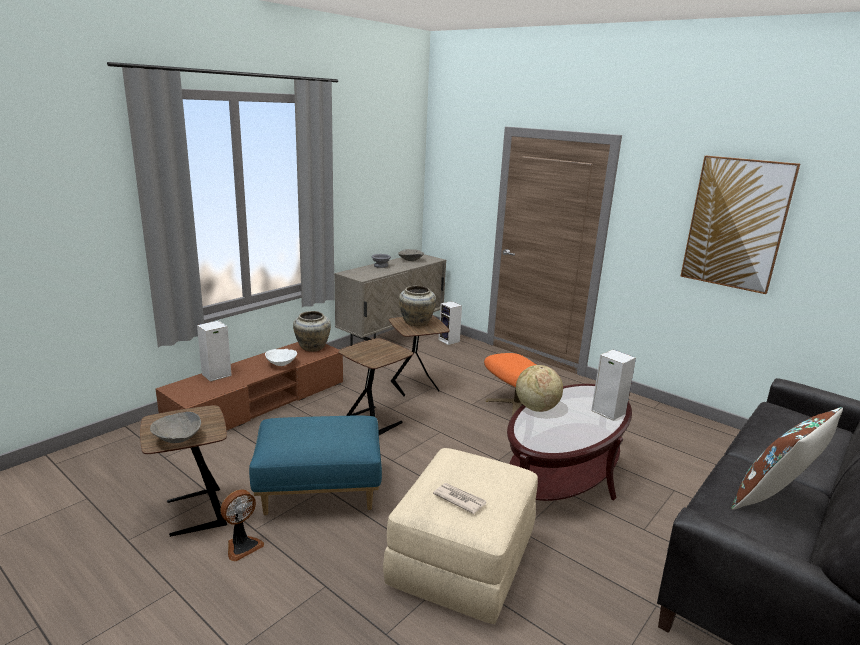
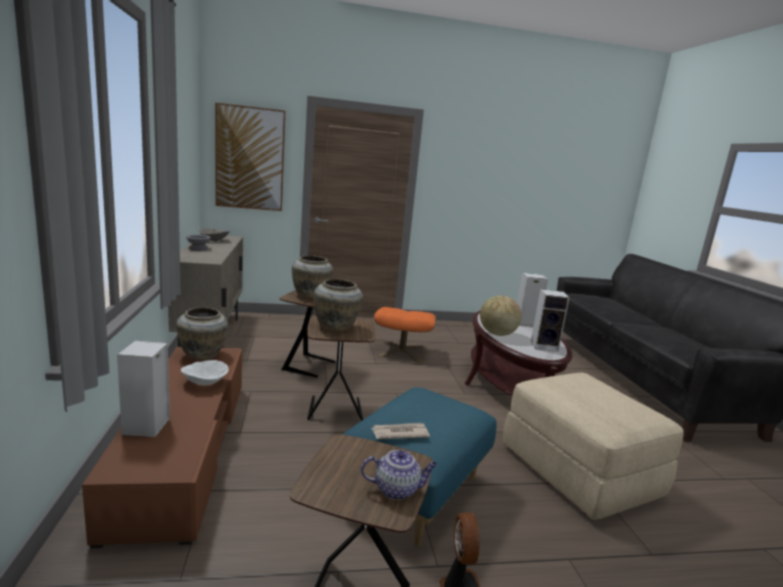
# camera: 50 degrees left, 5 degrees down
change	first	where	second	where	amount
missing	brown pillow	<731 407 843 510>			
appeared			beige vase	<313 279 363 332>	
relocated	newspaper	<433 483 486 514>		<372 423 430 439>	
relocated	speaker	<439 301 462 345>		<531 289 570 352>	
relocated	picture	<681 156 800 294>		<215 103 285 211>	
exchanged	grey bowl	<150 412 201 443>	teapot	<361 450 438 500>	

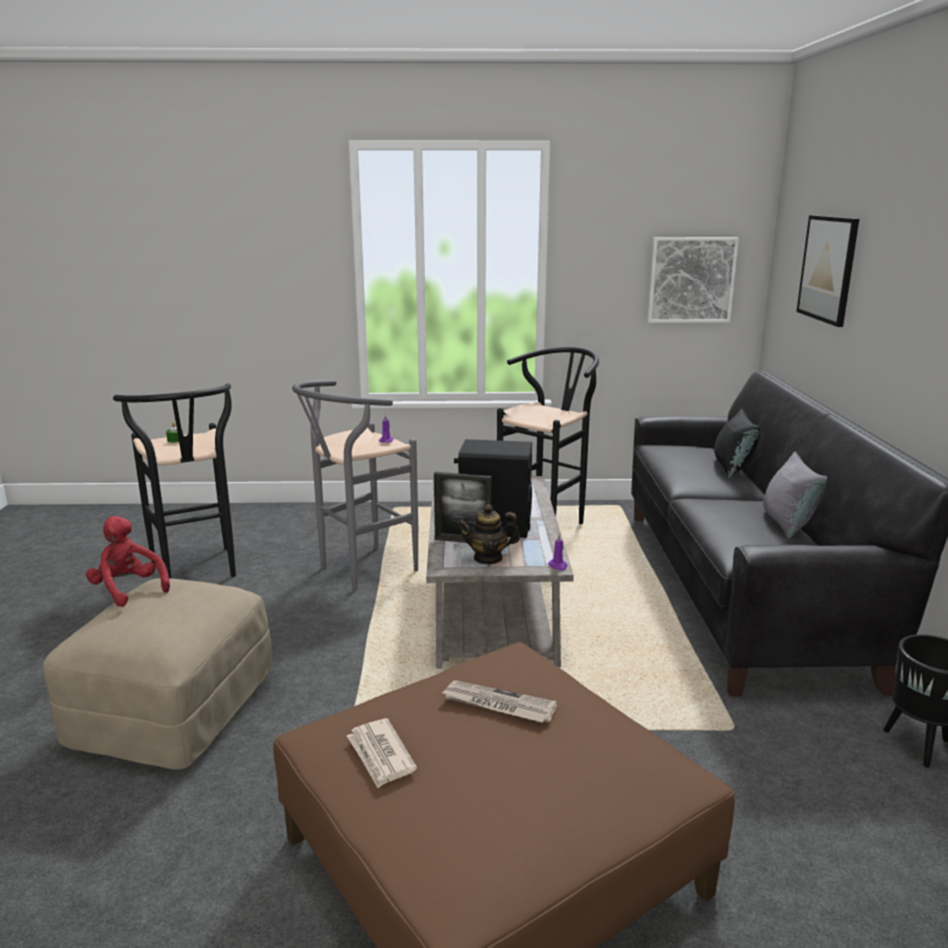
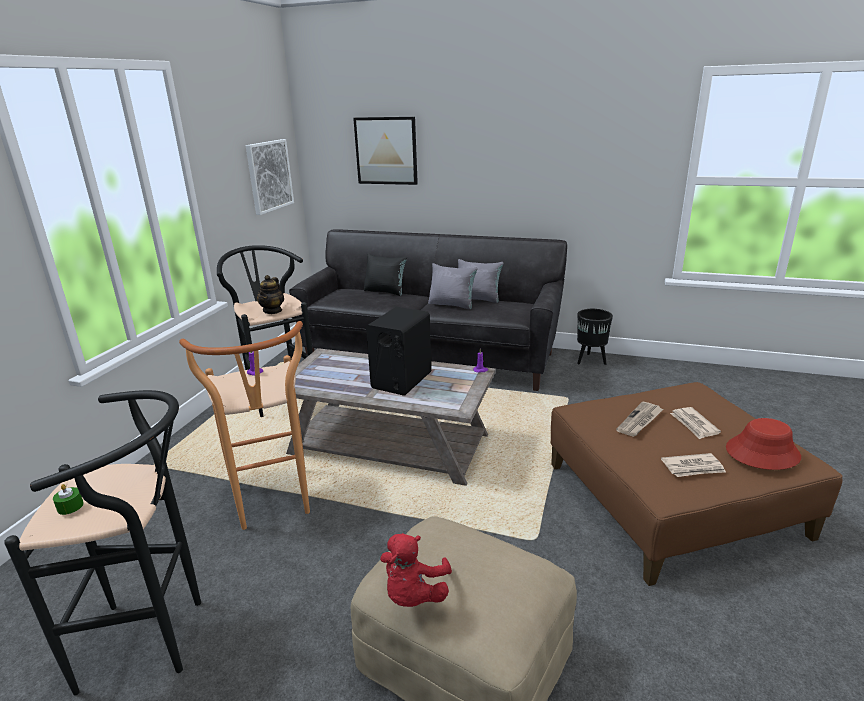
# camera: 70 degrees left, 5 degrees up
change	first	where	second	where	amount
missing	picture frame	<434 472 492 543>			
appeared			grey pillow	<428 263 478 309>	
appeared			newspaper	<670 407 721 439>	
appeared			red hat	<726 418 801 470>	
relocated	teapot	<457 504 520 564>		<257 275 284 314>	
colour	grey stool	<292 380 418 590>	brown stool	<179 321 310 530>	
spun	red plush toy	<86 516 170 607>		<380 533 452 607>	45 degrees counterclockwise

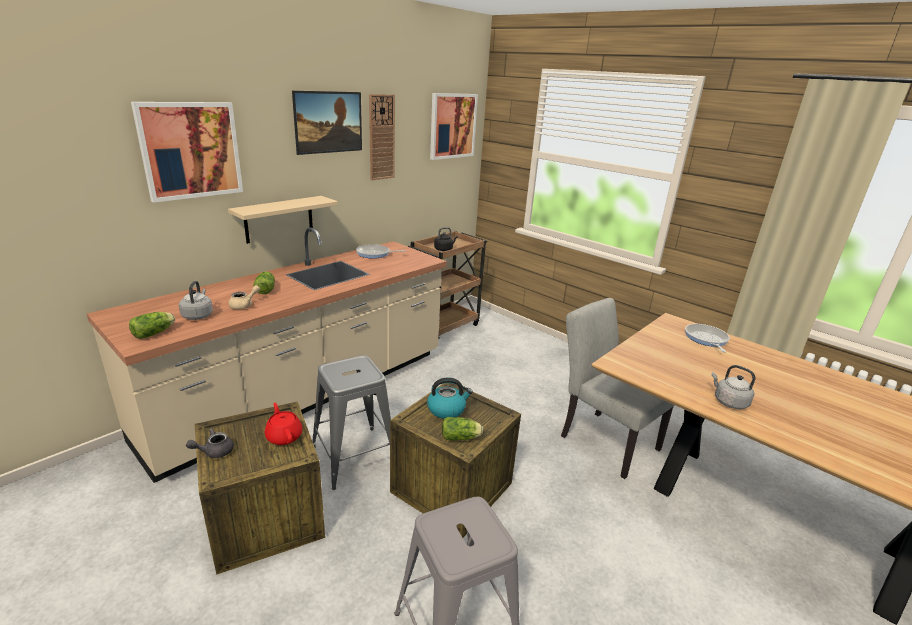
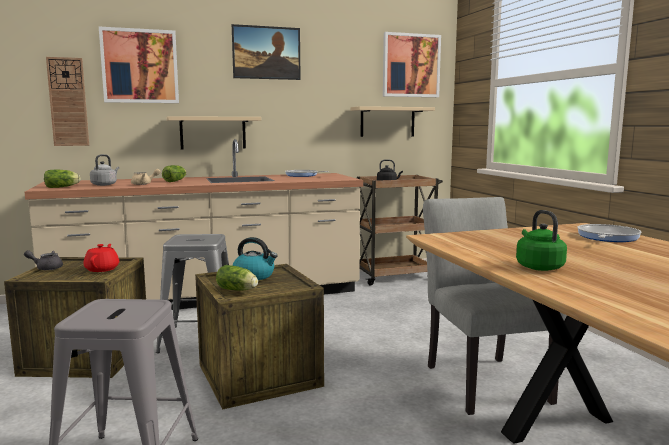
# camera: 30 degrees right, 15 degrees down
change	first	where	second	where	amount
appeared			beige shelf	<351 106 435 137>	
relocated	wall clock	<369 94 395 180>		<46 57 89 146>	
colour	grey kettle	<711 365 756 409>	green kettle	<516 210 567 271>	

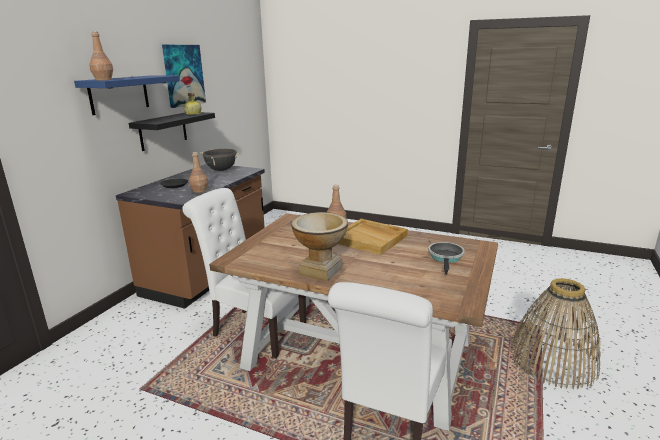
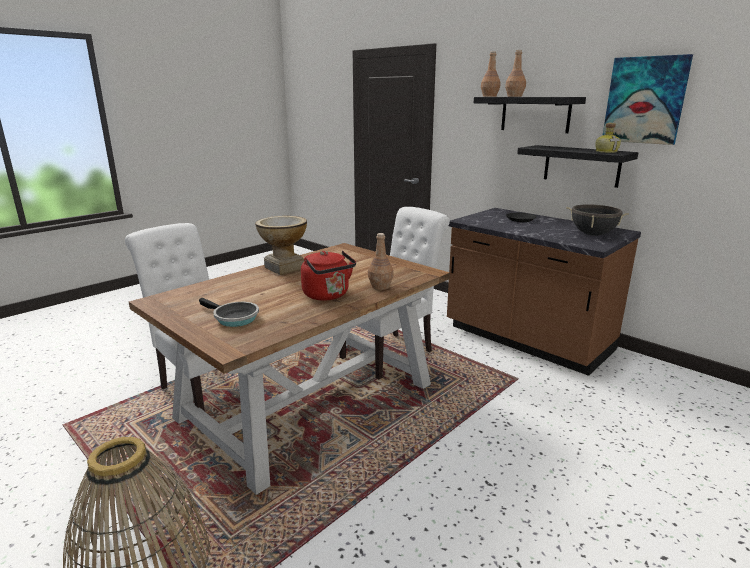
# camera: 110 degrees right, 0 degrees up
change	first	where	second	where	amount
relocated	brown bottle	<189 152 208 193>		<505 50 526 97>	
exchanged	beige tray	<338 219 408 255>	red kettle	<301 251 356 300>	
colour	blue shelf	<74 75 180 115>	black shelf	<474 97 586 133>	

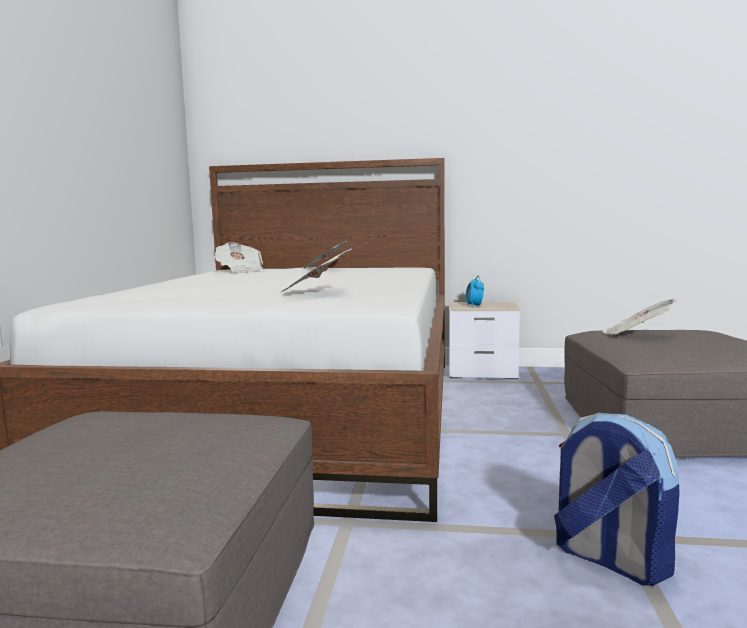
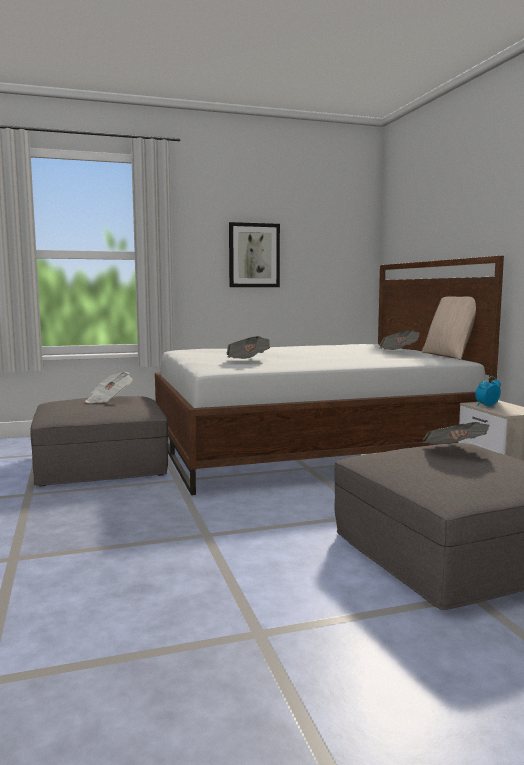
# camera: 65 degrees right, 0 degrees up
change	first	where	second	where	amount
missing	backpack	<554 413 680 586>			
appeared			picture	<229 222 280 287>	
appeared			beige pillow	<422 297 476 360>	
relocated	newspaper	<214 242 263 273>		<85 372 133 403>	

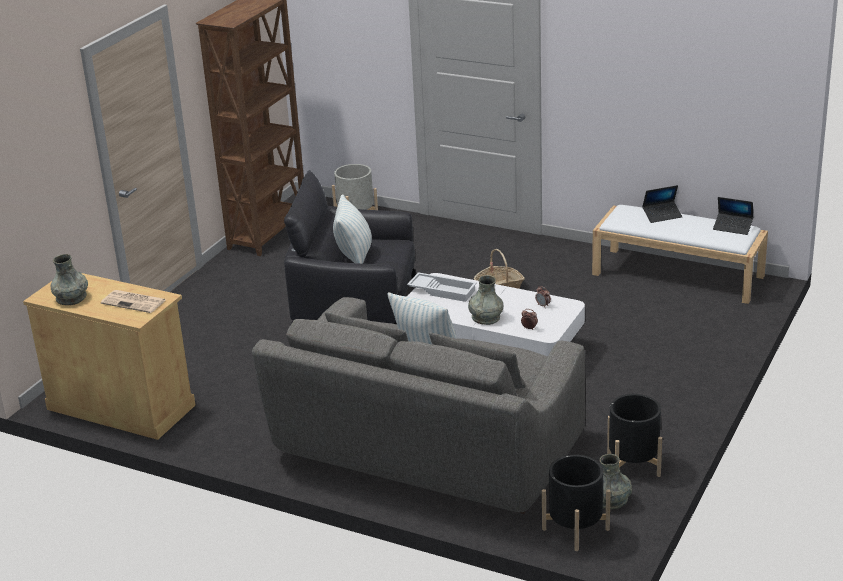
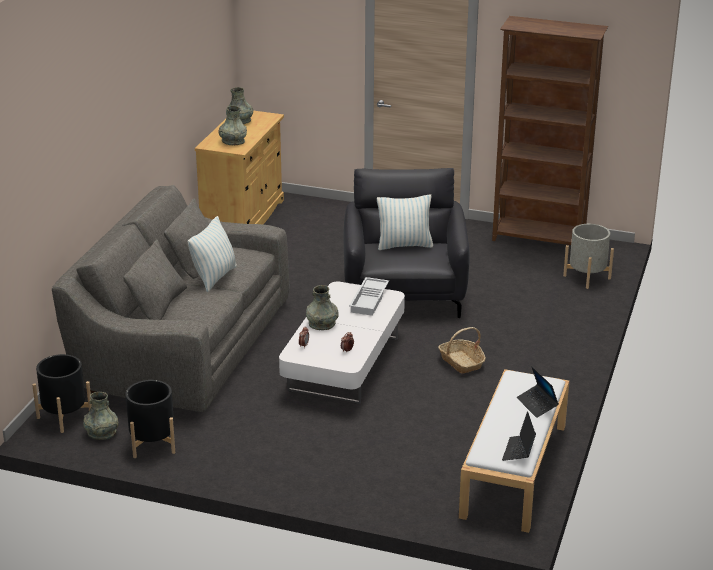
# camera: 80 degrees right, 0 degrees up
change	first	where	second	where	amount
exchanged	newspaper	<101 290 166 313>	grey vase	<218 106 247 145>	

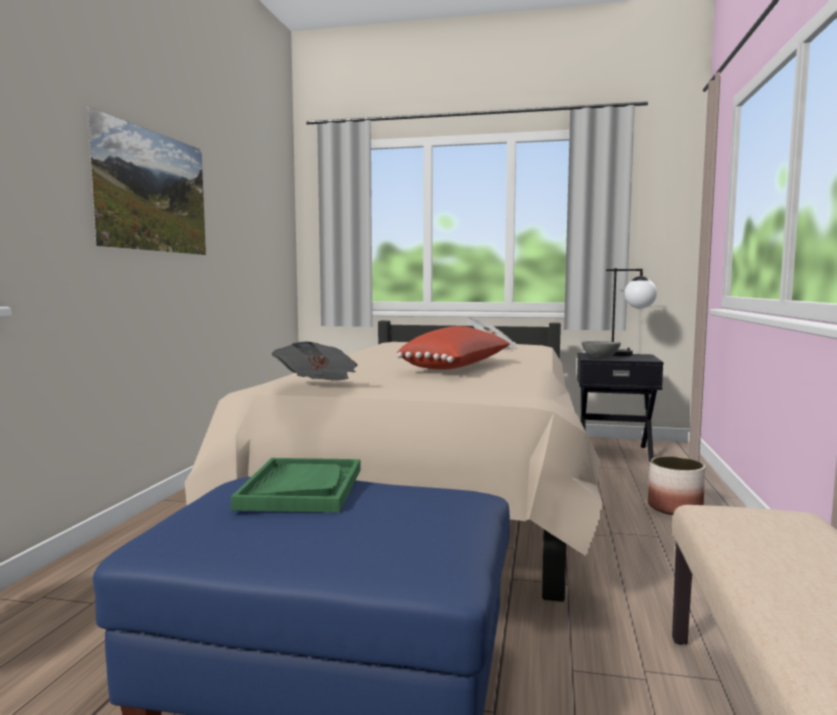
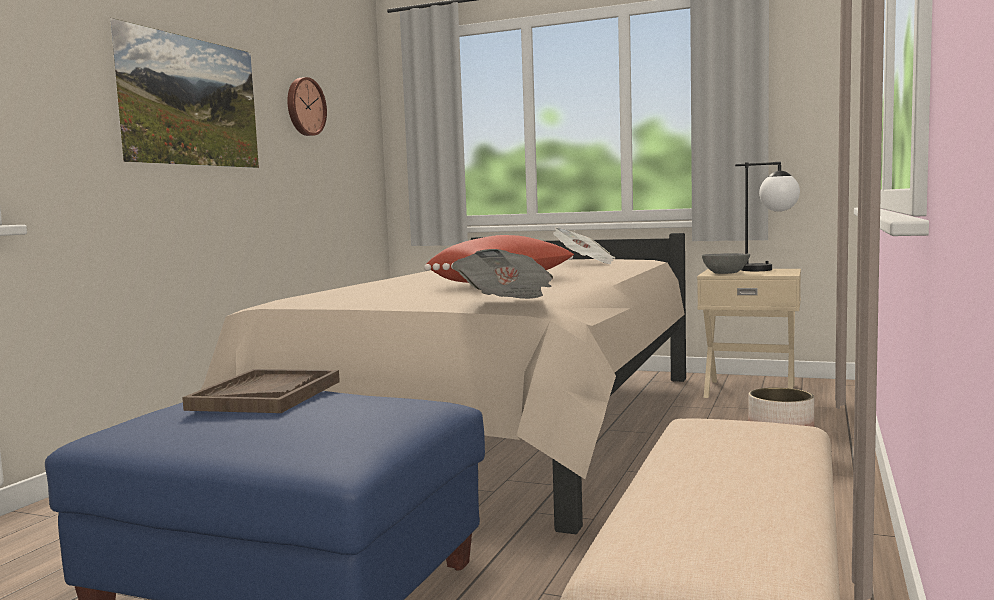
# camera: 10 degrees right, 0 degrees up
change	first	where	second	where	amount
appeared			wall clock	<287 77 327 136>	
relocated	newspaper	<272 342 358 381>		<452 249 554 299>	
colour	green tray	<231 458 361 513>	brown tray	<182 369 340 413>	
colour	black nightstand	<577 353 663 462>	beige nightstand	<697 269 801 398>	

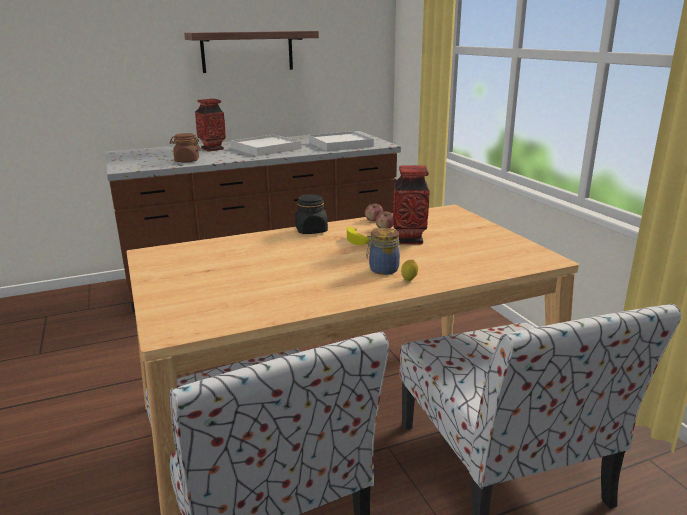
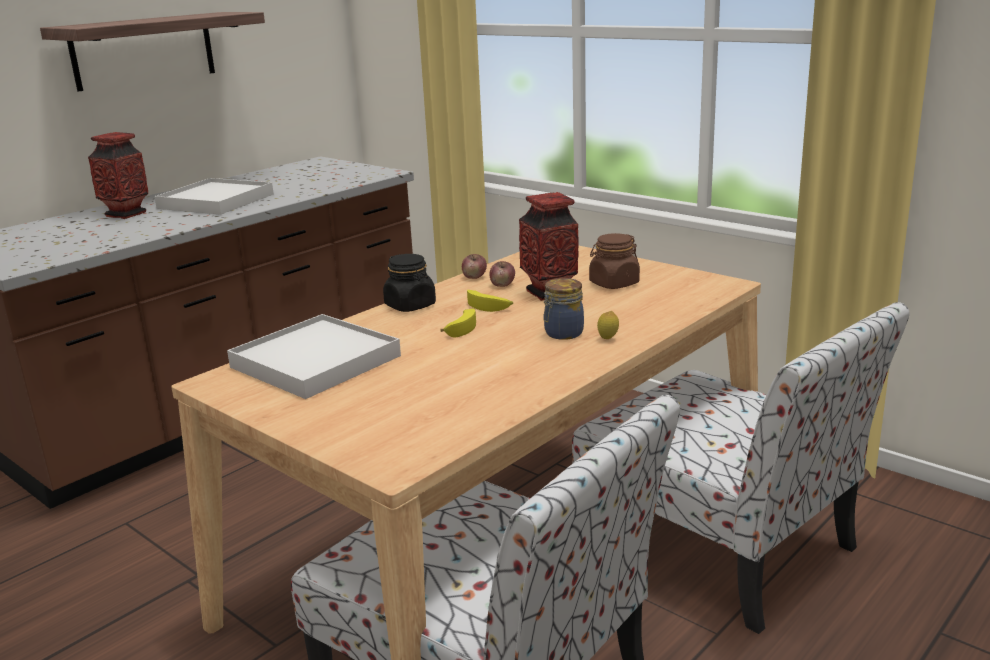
# camera: 25 degrees left, 0 degrees up
change	first	where	second	where	amount
appeared			banana	<440 309 476 337>	
relocated	brown jar	<169 133 201 163>		<589 233 640 289>	
relocated	white tray	<309 131 374 151>		<227 314 401 399>	

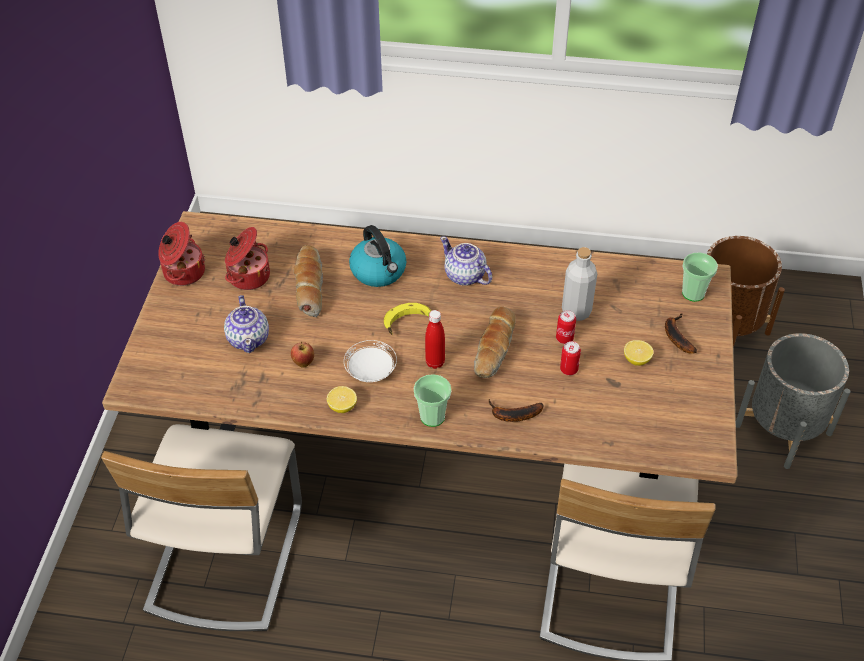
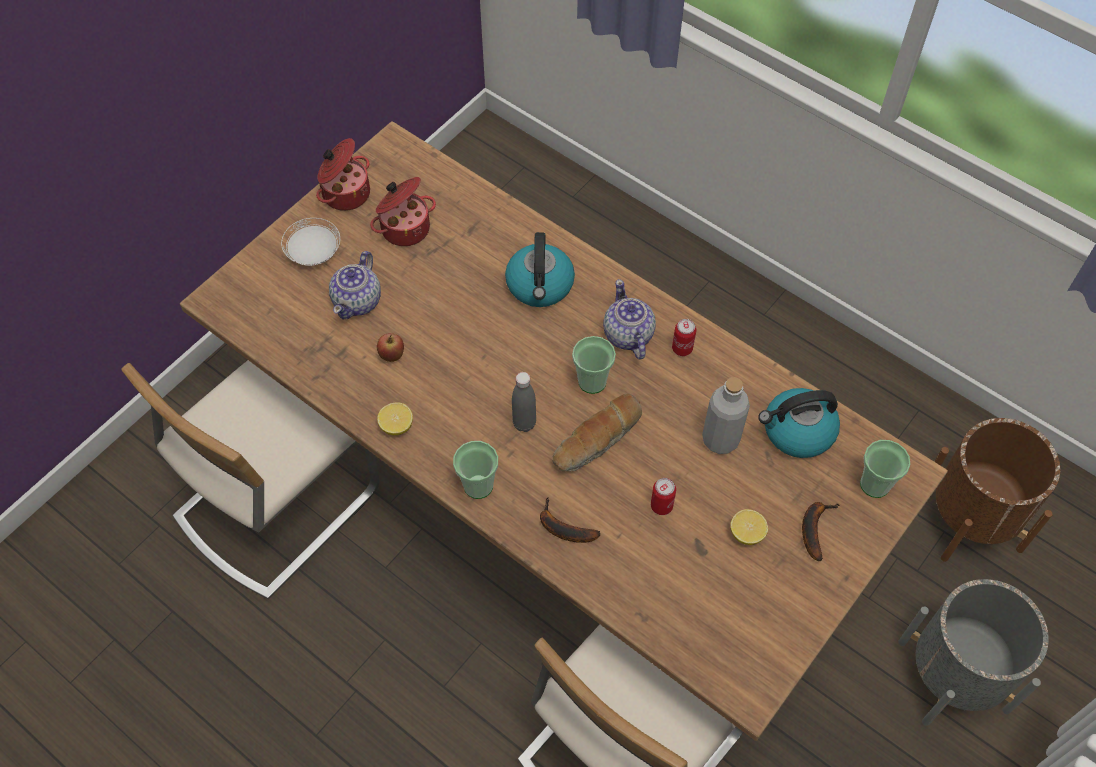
# camera: 30 degrees right, 10 degrees up
change	first	where	second	where	amount
missing	bread	<293 245 323 317>			
missing	banana	<384 303 432 335>			
appeared			cup	<572 336 616 394>	
appeared			kettle	<758 388 840 458>	
relocated	white plate	<344 340 397 382>		<281 218 340 266>	
relocated	can	<556 310 576 344>		<672 319 697 356>	
colour	red bottle	<425 310 445 369>	grey bottle	<512 372 536 432>	

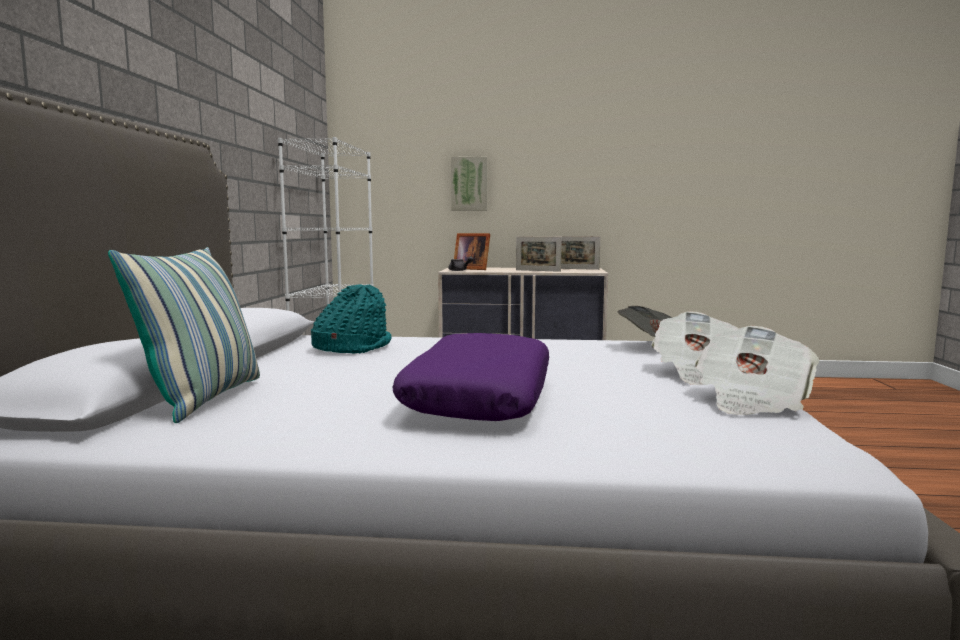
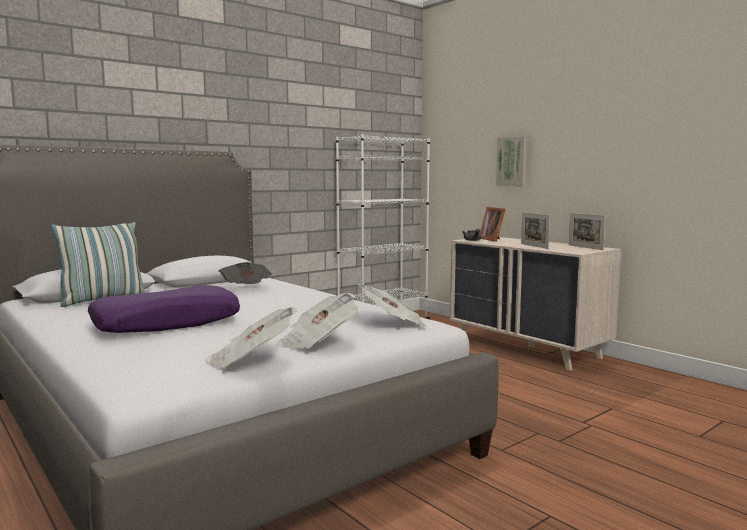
# camera: 45 degrees right, 0 degrees up
change	first	where	second	where	amount
exchanged	turquoise hat	<311 284 391 353>	newspaper	<219 262 272 284>	

